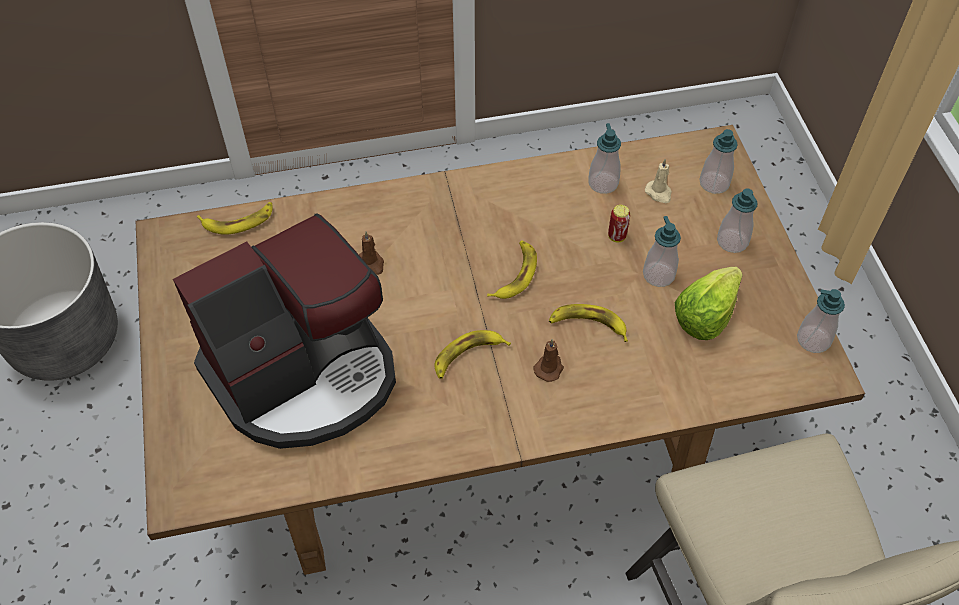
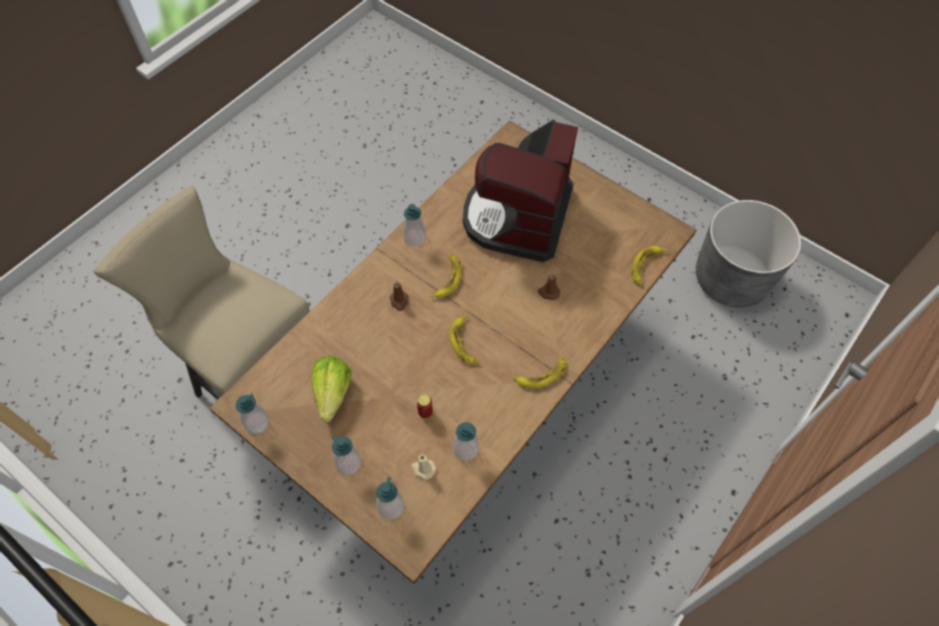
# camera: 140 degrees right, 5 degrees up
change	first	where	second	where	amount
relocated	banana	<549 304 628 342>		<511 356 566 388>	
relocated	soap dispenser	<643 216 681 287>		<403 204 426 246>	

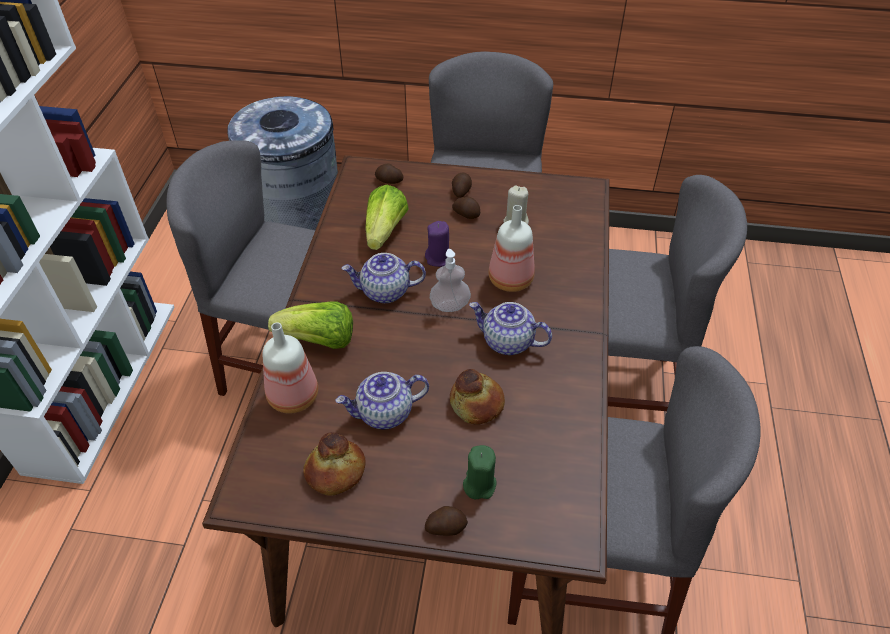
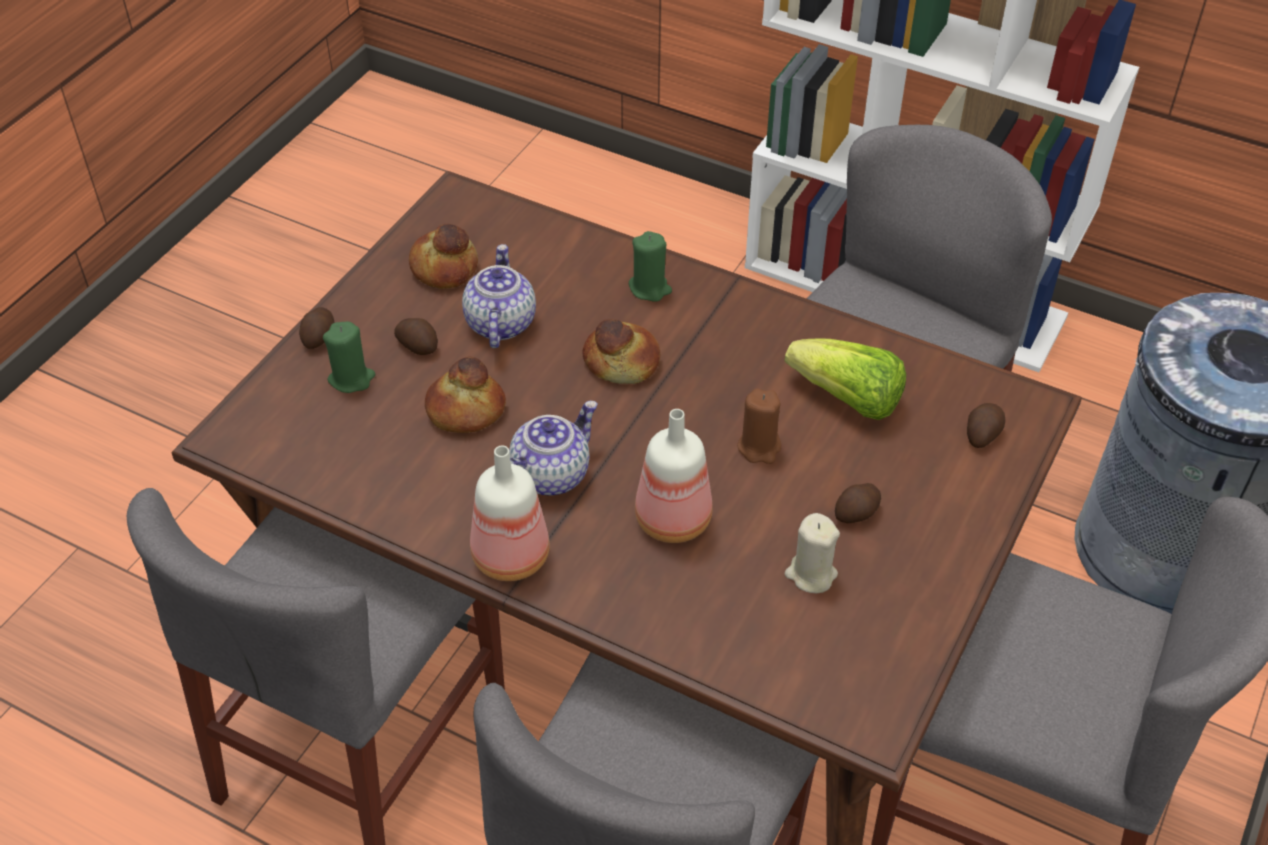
# camera: 110 degrees right, 0 degrees up
change	first	where	second	where	amount
missing	teapot	<342 253 426 303>			
missing	soap dispenser	<430 249 471 312>			
appeared			bread	<582 319 660 384>	
relocated	bottle	<263 323 318 414>		<470 445 550 581>	
relocated	potato	<452 173 472 198>		<394 318 438 355>	
exchanged	lettuce	<268 301 353 349>	green candle	<629 231 672 302>	
colour	purple candle	<425 221 449 267>	brown candle	<737 389 781 464>	

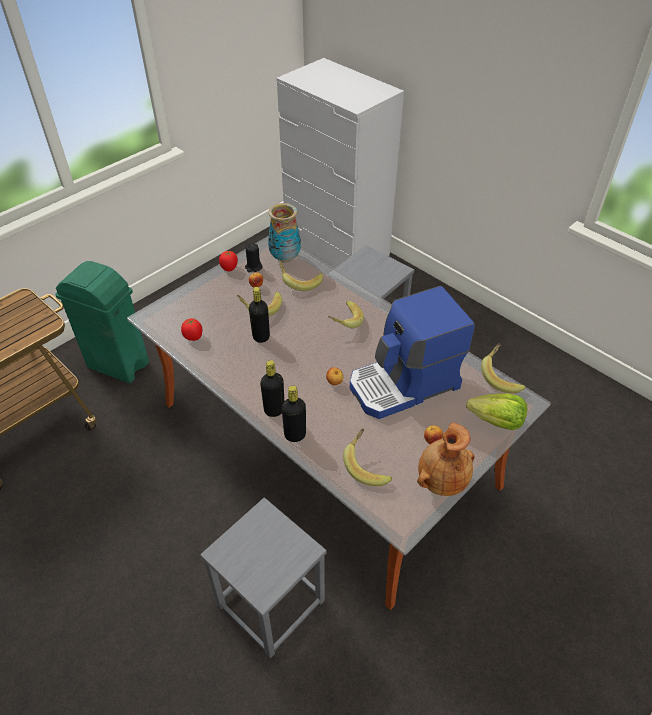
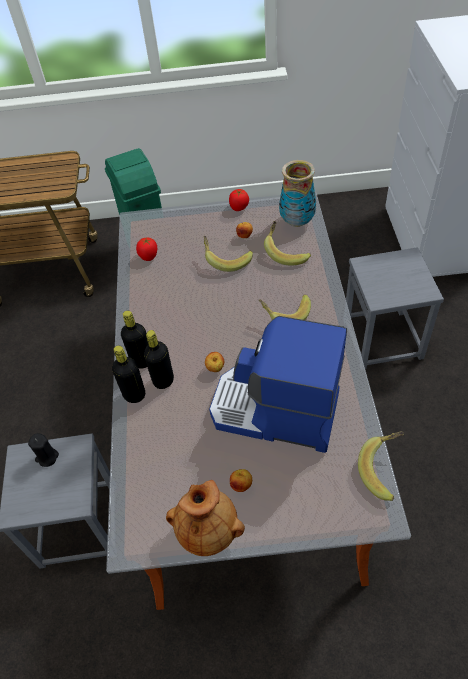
# camera: 45 degrees right, 5 degrees up
change	first	where	second	where	amount
missing	banana	<343 428 392 486>			
missing	lettuce	<466 393 527 430>			
relocated	black candle	<245 243 263 272>		<28 433 59 467>	
relocated	black bottle	<249 287 270 343>		<144 330 174 389>	

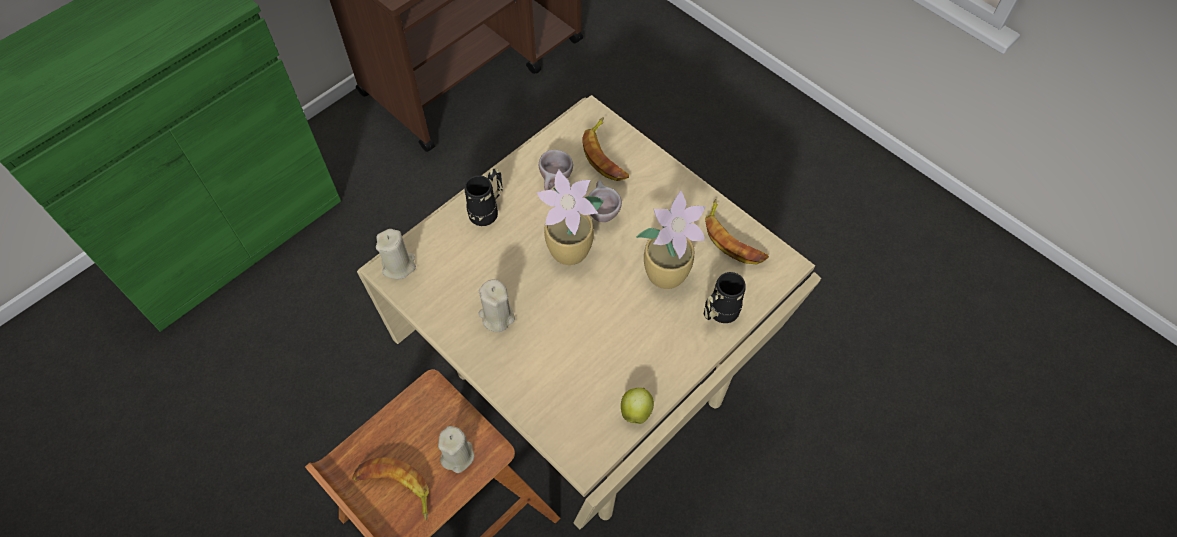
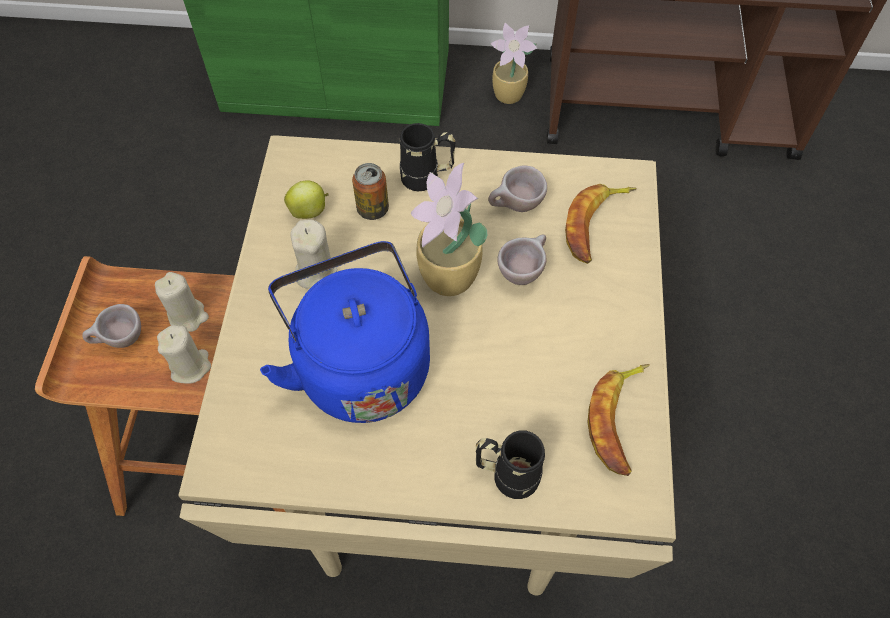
# camera: 50 degrees right, 0 degrees up
change	first	where	second	where	amount
appeared			blue kettle	<260 241 430 423>	
appeared			can	<352 163 389 220>	
relocated	beige candle	<376 229 416 279>		<155 272 209 332>	
relocated	apple	<621 388 654 424>		<284 180 329 219>	
relocated	potted plant	<636 190 705 289>		<490 23 538 104>	
exchanged	banana	<352 457 429 521>	beige cup	<82 304 141 348>	

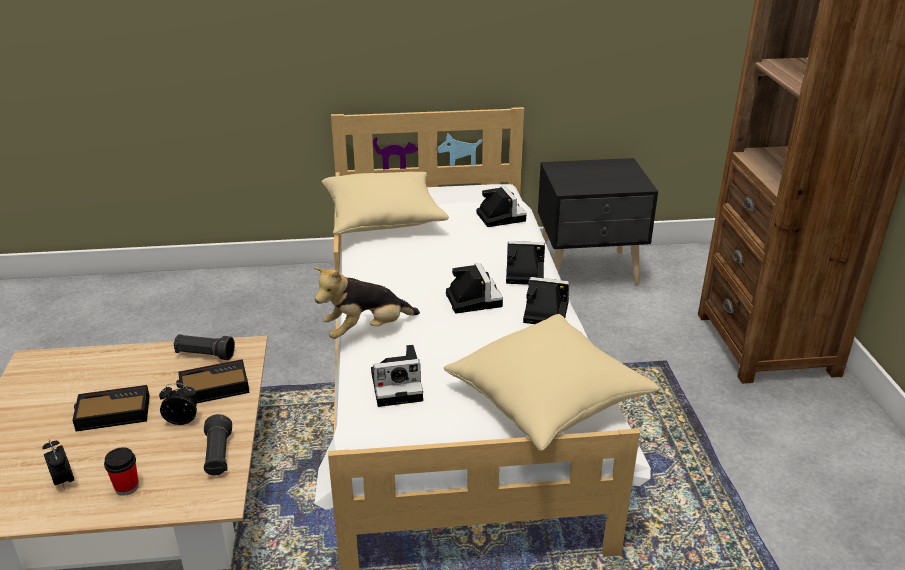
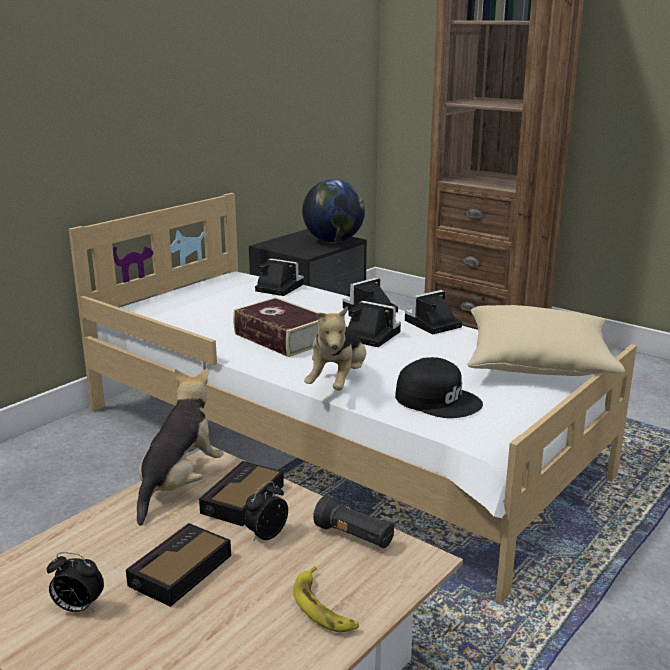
# camera: 45 degrees left, 10 degrees down
change	first	where	second	where	amount
missing	beige pillow	<322 172 449 235>			
appeared			book	<233 297 319 357>	
appeared			globe	<302 179 365 242>	
relocated	alarm clock	<43 439 74 489>		<47 552 104 612>	
exchanged	cup	<104 447 139 496>	banana	<293 566 359 632>	
exchanged	black flashlight	<174 334 235 360>	plush toy	<137 369 223 525>	
exchanged	photo camera	<371 345 423 407>	black cap	<395 357 483 418>	

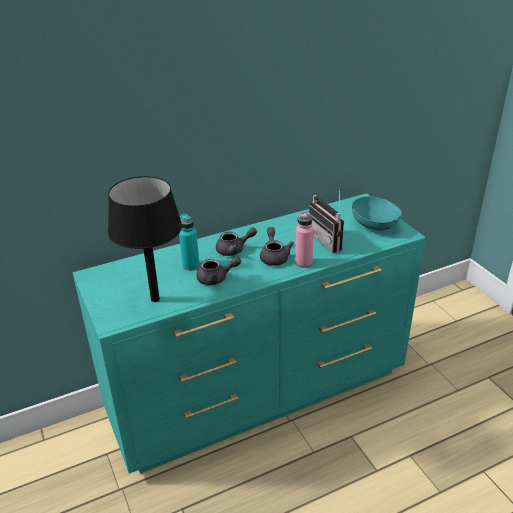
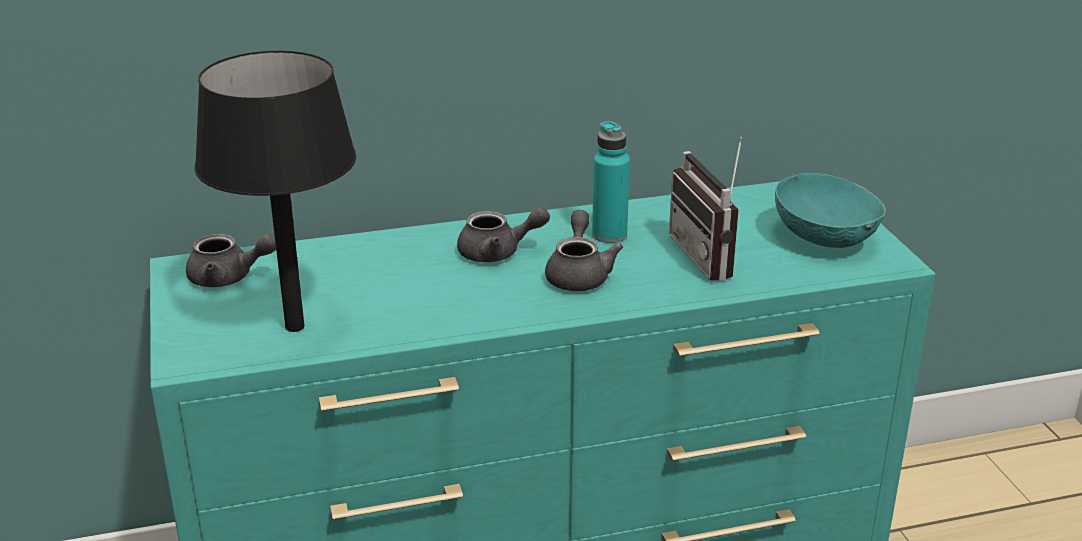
# camera: 10 degrees right, 5 degrees down
change	first	where	second	where	amount
missing	pink bottle	<295 212 314 268>			
relocated	turquoise bottle	<179 214 200 271>		<592 121 630 243>	
relocated	grey teapot	<196 257 241 285>		<186 233 276 287>	

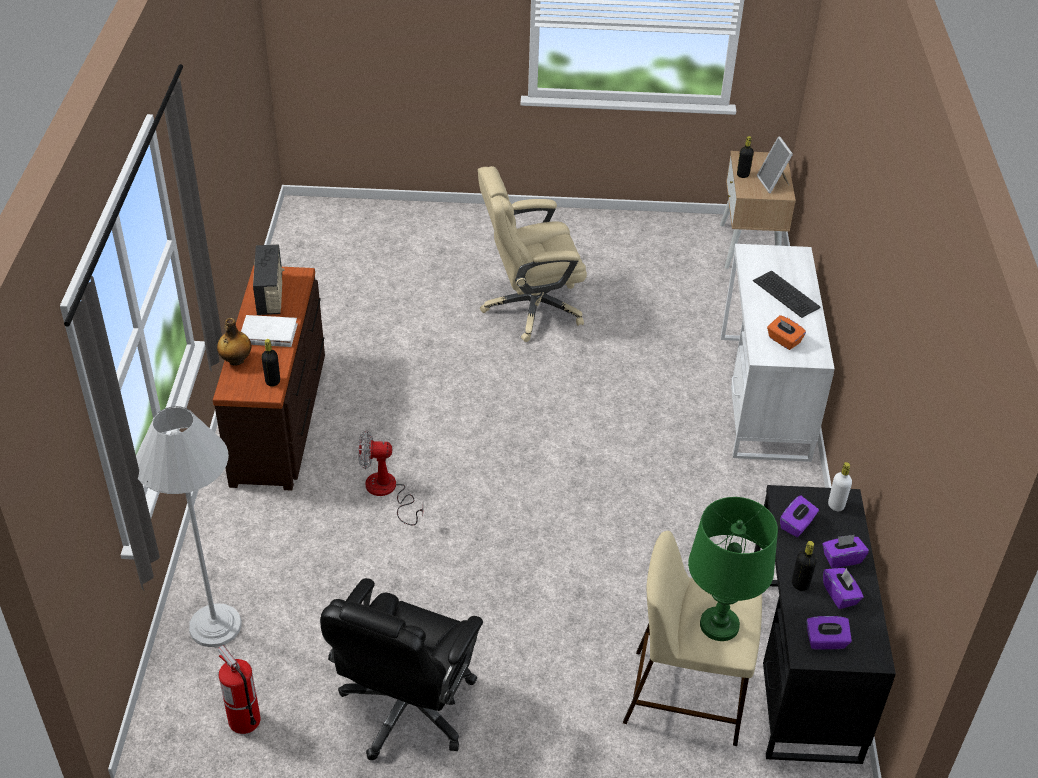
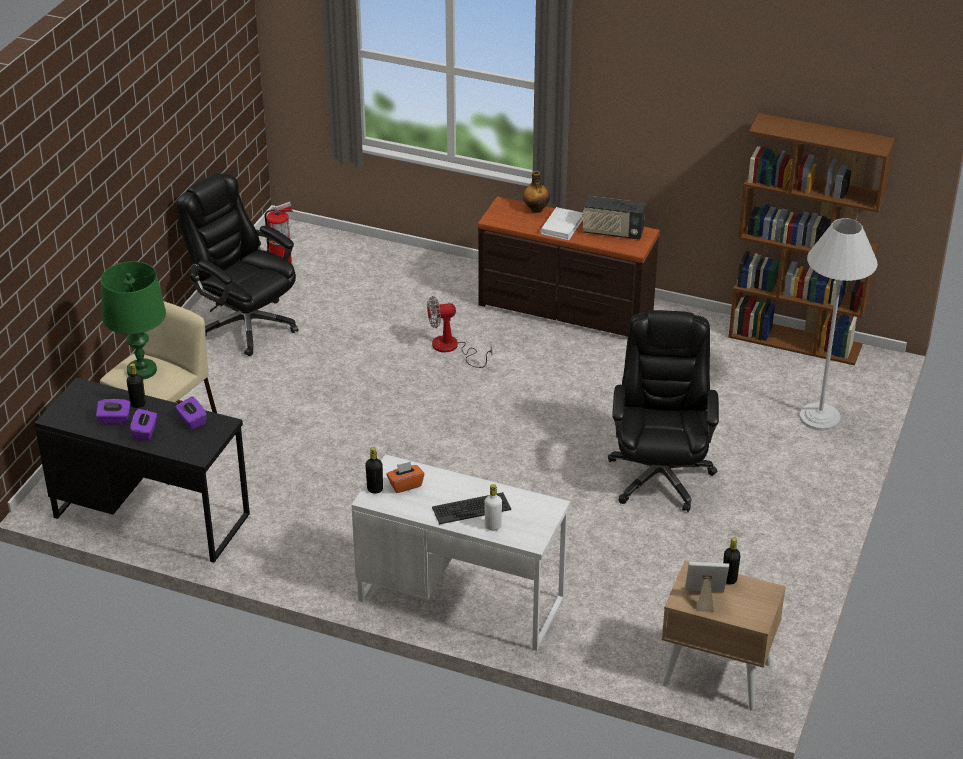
# camera: 110 degrees right, 5 degrees down
change	first	where	second	where	amount
missing	purple tissue box	<806 616 852 650>			
appeared			brown bookcase	<728 113 895 365>	
relocated	white floor lamp	<136 406 242 647>		<799 218 878 431>	
relocated	black bottle	<262 339 280 387>		<365 447 383 494>	
relocated	white bottle	<828 462 852 511>		<484 484 502 531>	
colour	beige office chair	<478 166 587 342>	black office chair	<608 310 719 512>	
spun	fan	<358 430 423 525>		<427 296 492 368>	120 degrees counterclockwise

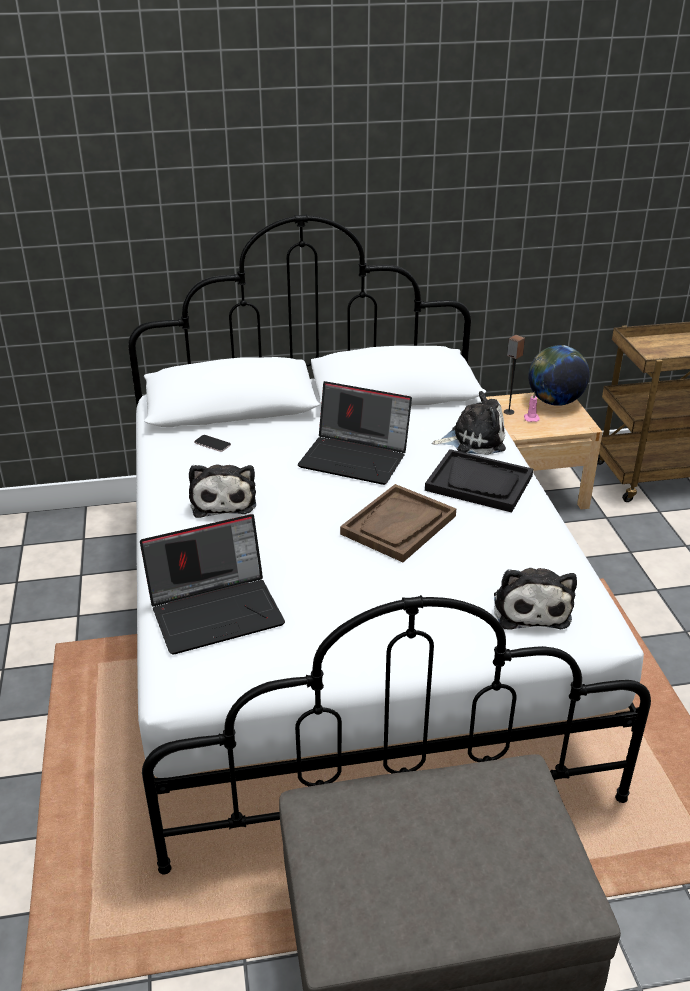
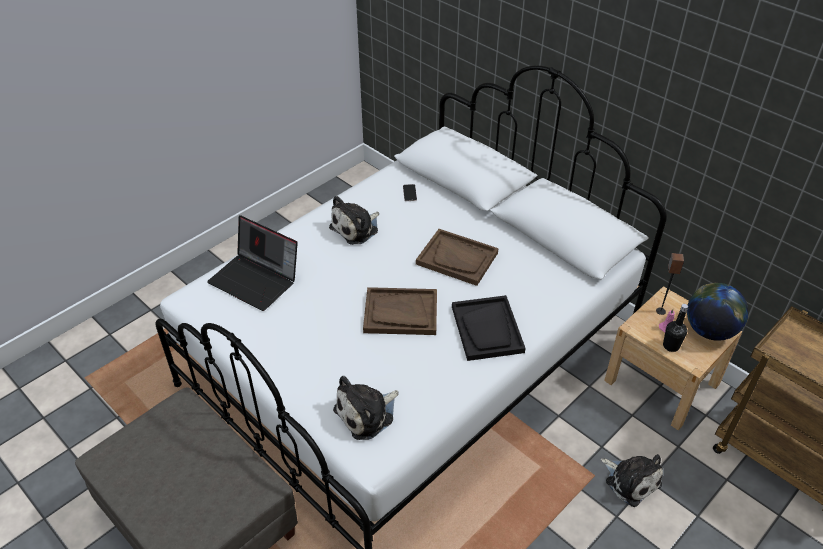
# camera: 55 degrees right, 10 degrees up
change	first	where	second	where	amount
appeared			black bottle	<663 304 688 352>	
relocated	plush toy	<432 391 506 455>		<601 454 663 507>	
exchanged	laptop	<298 381 412 485>	brown tray	<416 229 499 286>	

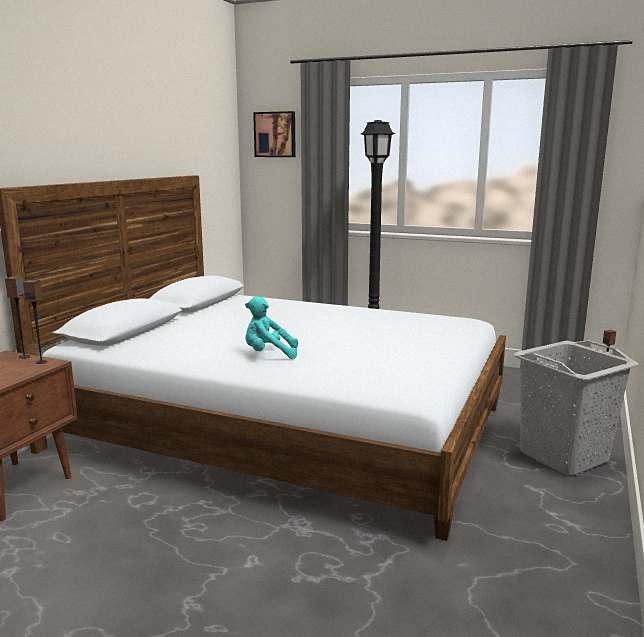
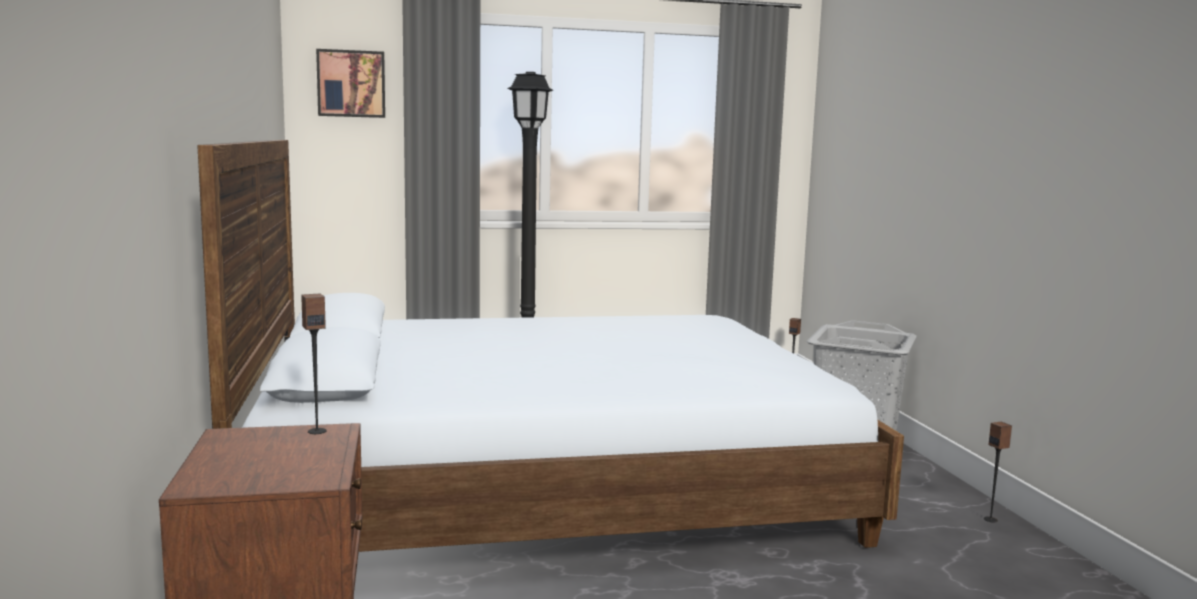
# camera: 35 degrees left, 5 degrees down
change	first	where	second	where	amount
missing	turquoise plush toy	<245 296 298 359>			
relocated	speaker	<5 276 30 359>		<984 422 1012 523>	

